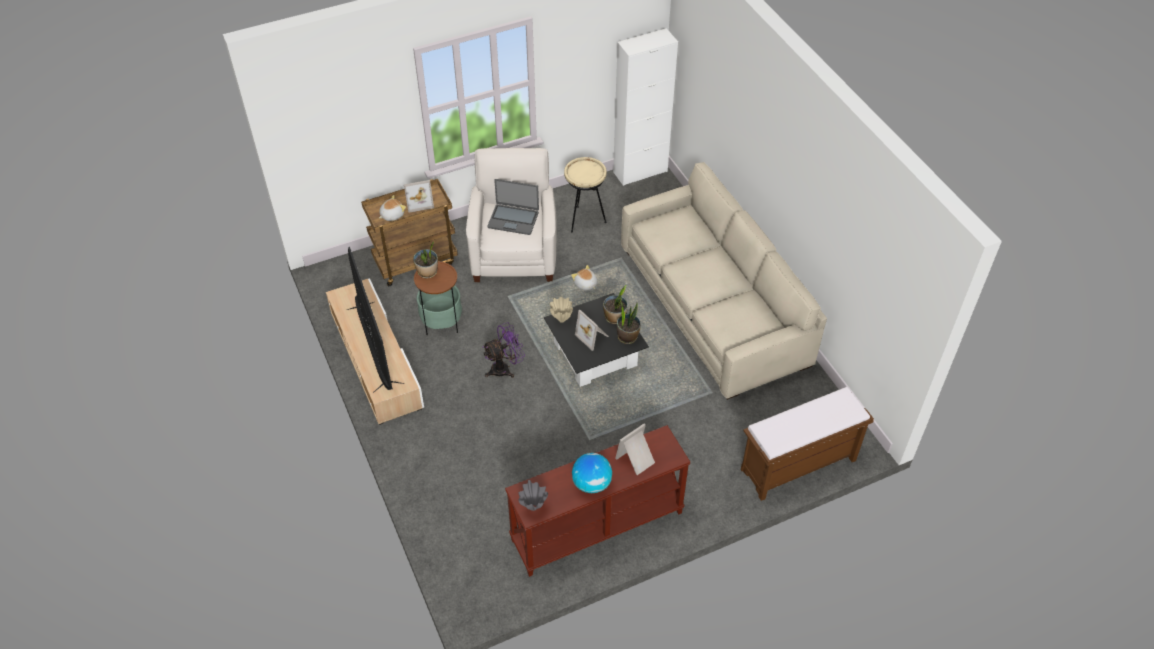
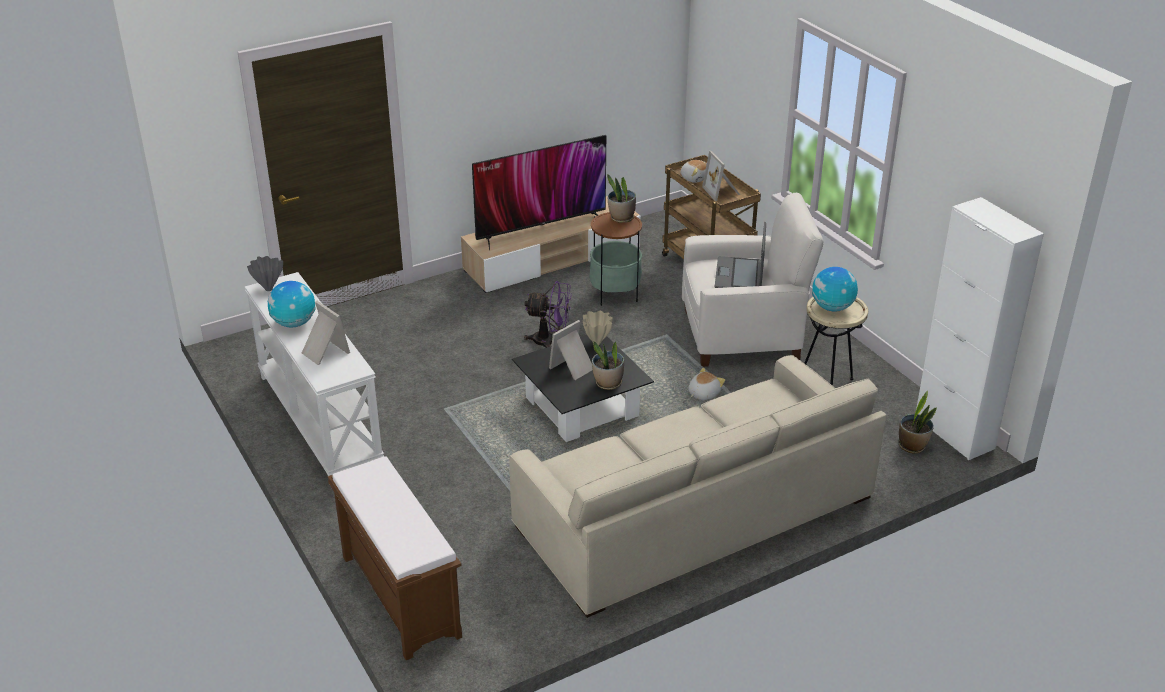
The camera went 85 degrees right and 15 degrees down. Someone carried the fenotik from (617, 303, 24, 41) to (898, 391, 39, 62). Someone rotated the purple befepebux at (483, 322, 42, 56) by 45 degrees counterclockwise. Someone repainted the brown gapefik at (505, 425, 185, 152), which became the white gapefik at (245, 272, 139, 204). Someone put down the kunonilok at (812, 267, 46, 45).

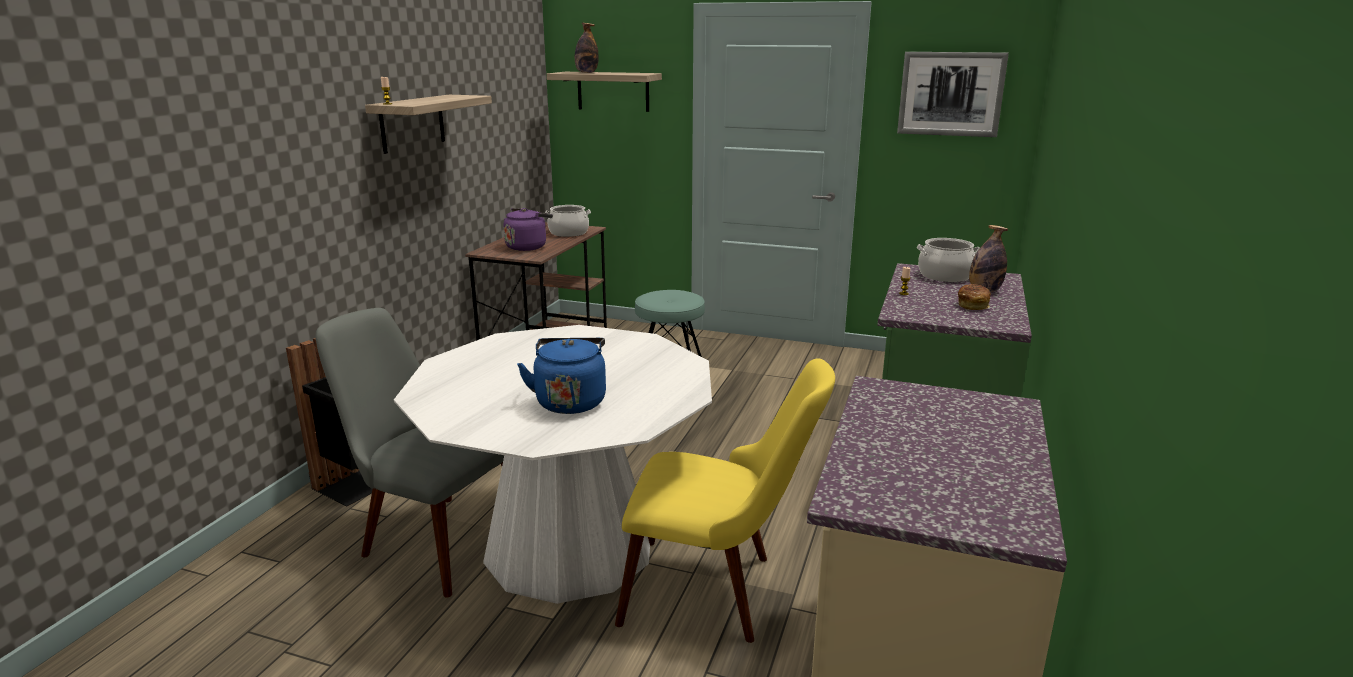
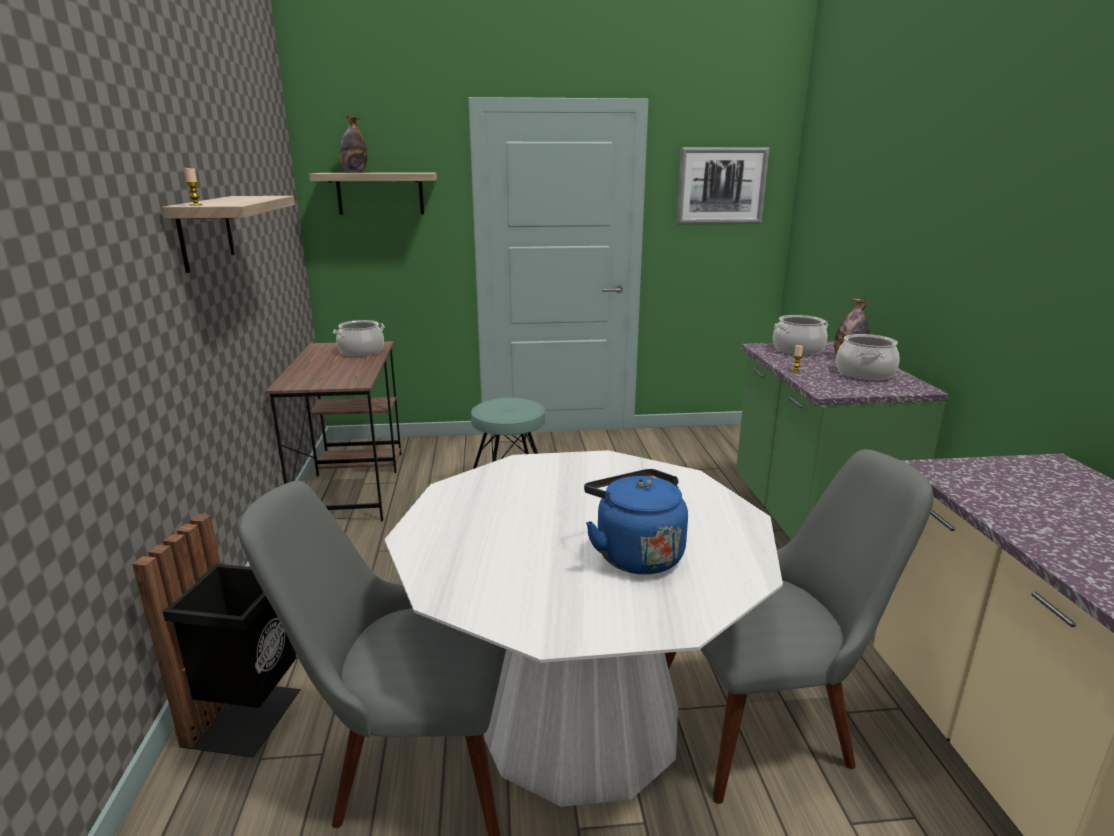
The camera went 25 degrees left and 0 degrees up. Someone took away the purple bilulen at (504, 208, 49, 43). Someone swapped the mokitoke at (958, 284, 33, 26) for the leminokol at (836, 334, 63, 47). Someone repainted the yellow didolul at (615, 358, 220, 285), which became the grey didolul at (665, 449, 269, 355).

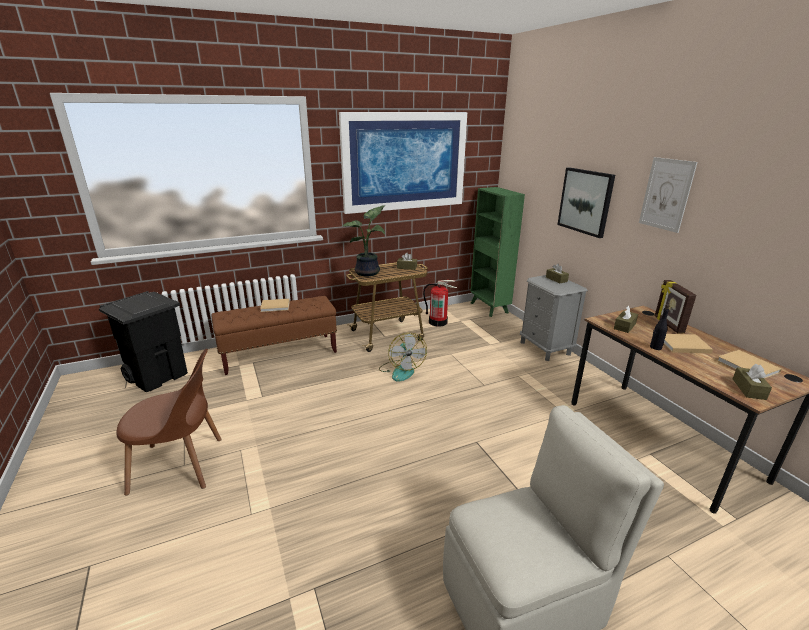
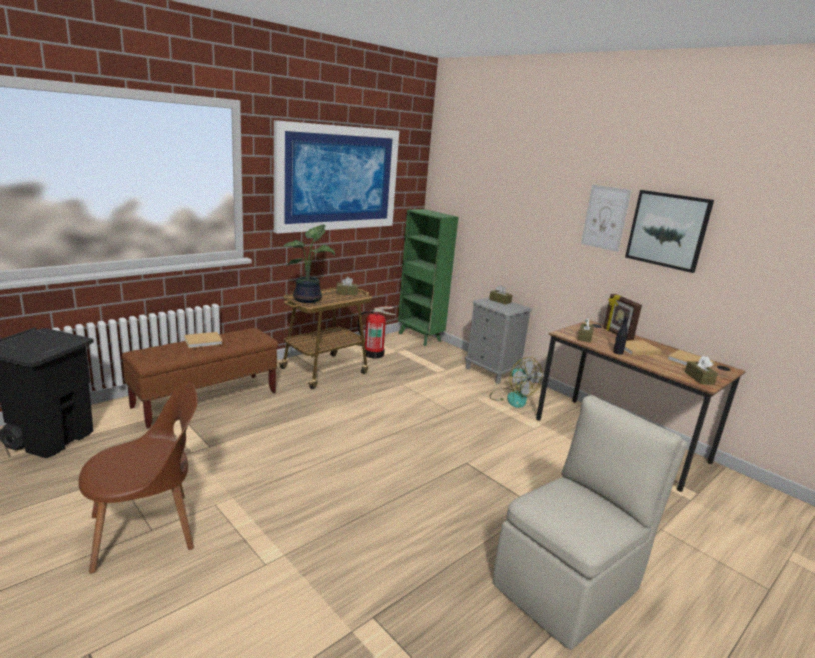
The camera went 20 degrees left and 5 degrees down. Someone carried the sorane from (557, 167, 58, 71) to (625, 190, 89, 83). Someone carried the befepebux from (379, 333, 48, 49) to (490, 357, 53, 51).

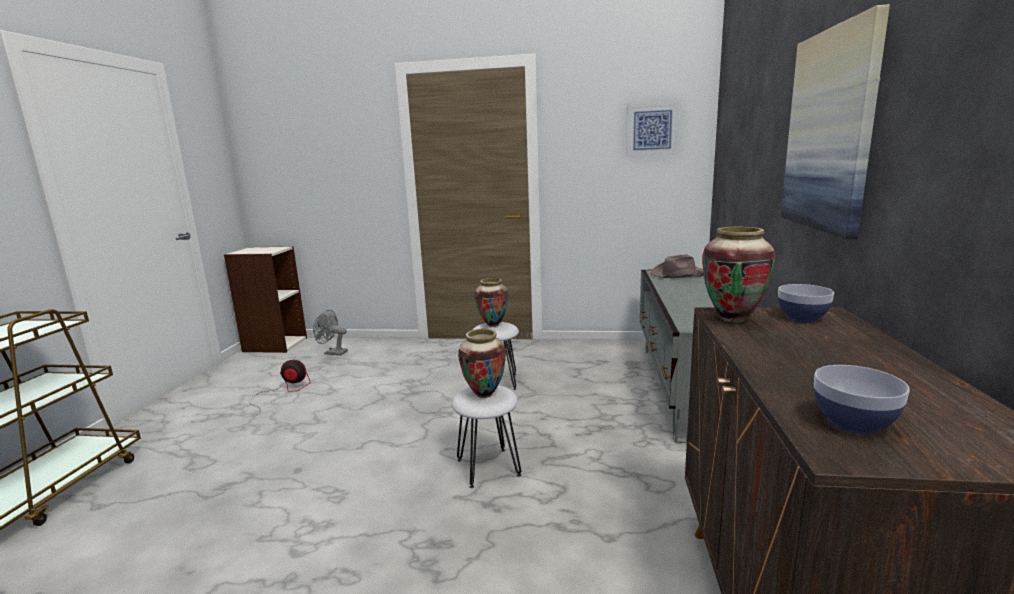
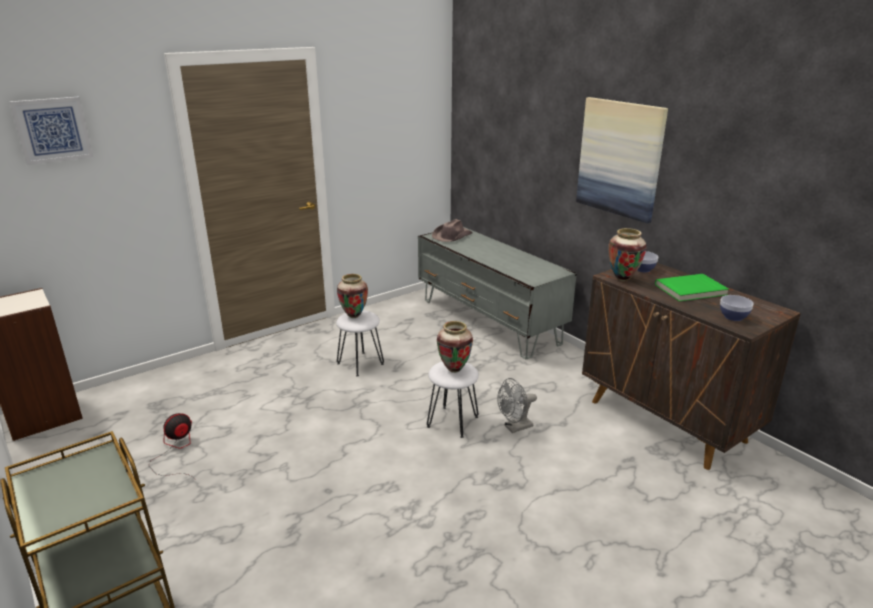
The camera went 45 degrees left and 10 degrees up. Someone carried the sorane from (626, 102, 54, 55) to (9, 97, 84, 68). Someone carried the grey befepebux from (313, 310, 35, 46) to (497, 378, 40, 55). Someone put down the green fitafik at (655, 274, 74, 27).

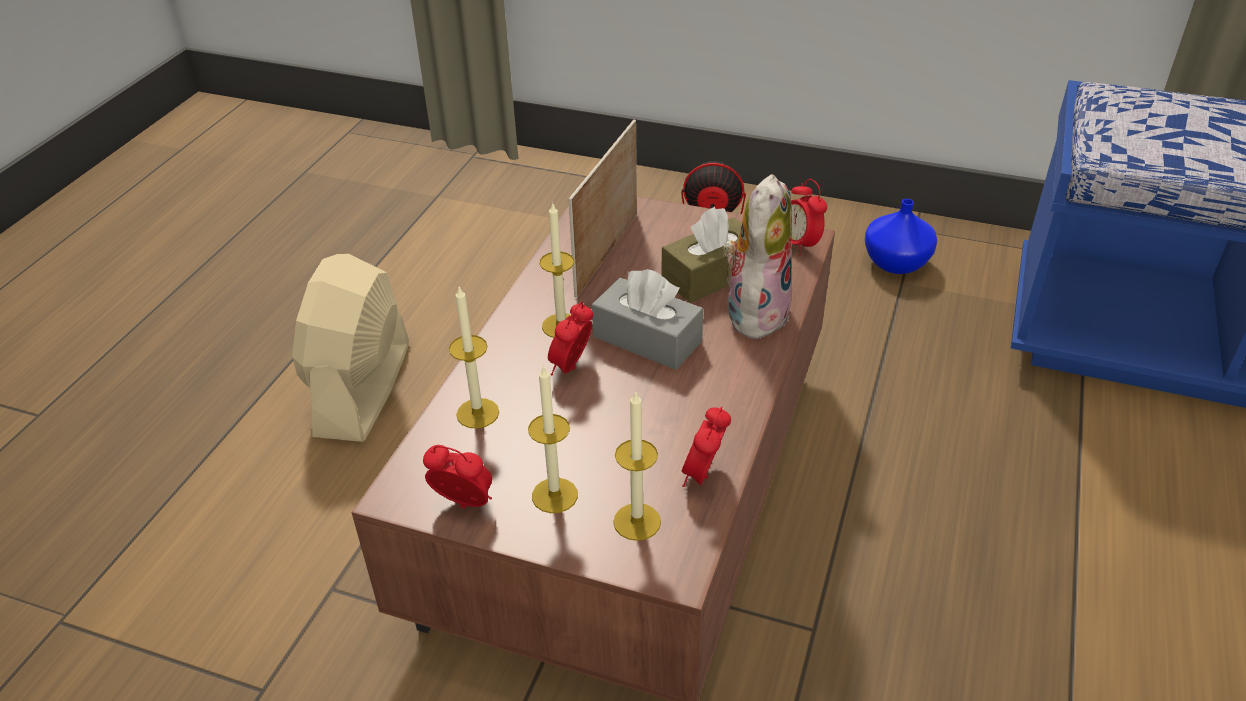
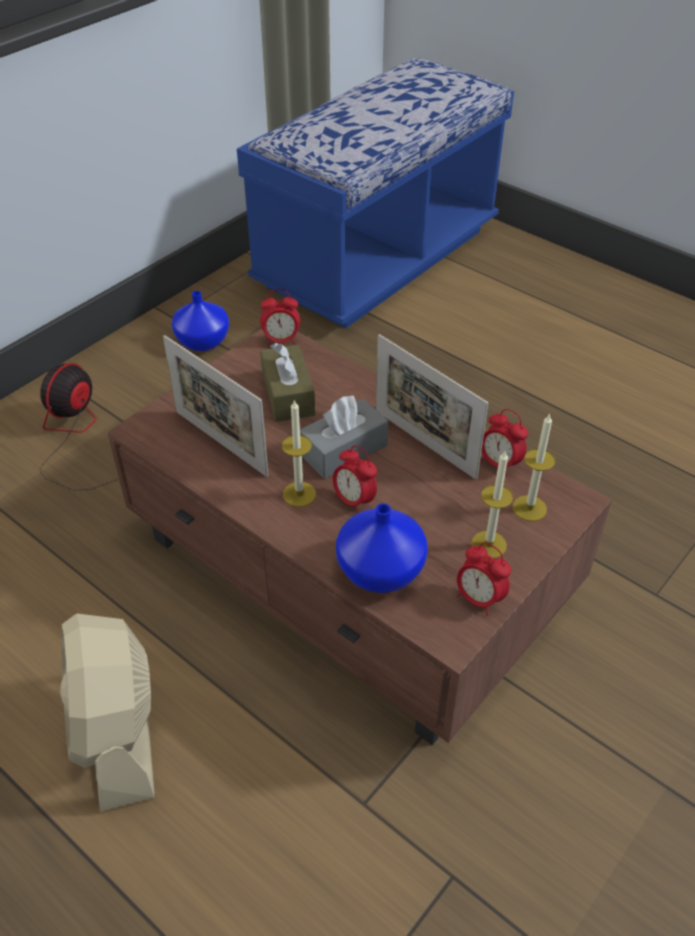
The camera went 70 degrees left and 5 degrees up. Someone took away the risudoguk at (723, 174, 69, 166). Someone rotated the beige befepebux at (292, 254, 117, 188) by 45 degrees clockwise. Someone swapped the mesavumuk at (449, 287, 50, 142) for the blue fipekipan at (336, 503, 92, 90). Someone rotated the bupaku at (423, 445, 69, 64) by 90 degrees counterclockwise. Someone put down the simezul at (376, 334, 112, 146).

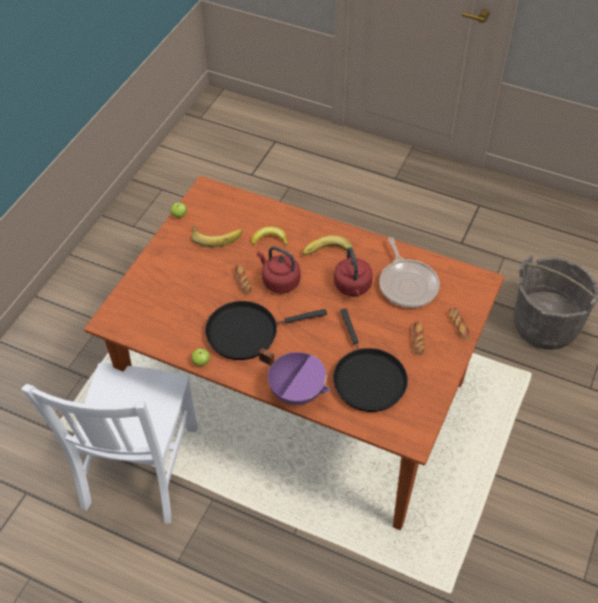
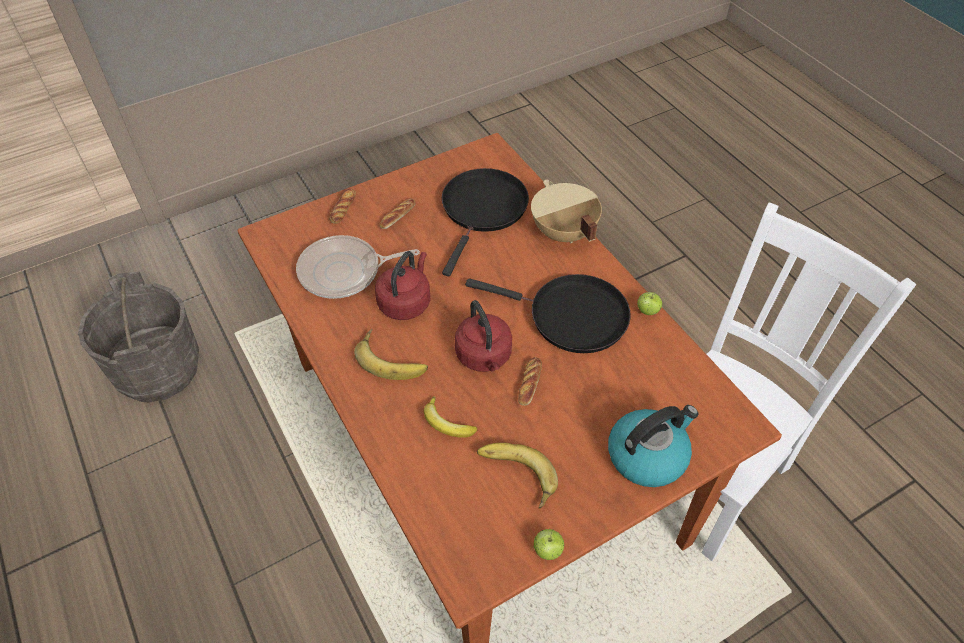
The camera went 145 degrees left and 0 degrees up. Someone rotated the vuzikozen at (379, 237, 61, 71) by 120 degrees counterclockwise. Someone repainted the purple leminokol at (259, 348, 71, 57), which became the beige leminokol at (531, 180, 71, 63). Someone put down the bilulen at (608, 405, 91, 82).

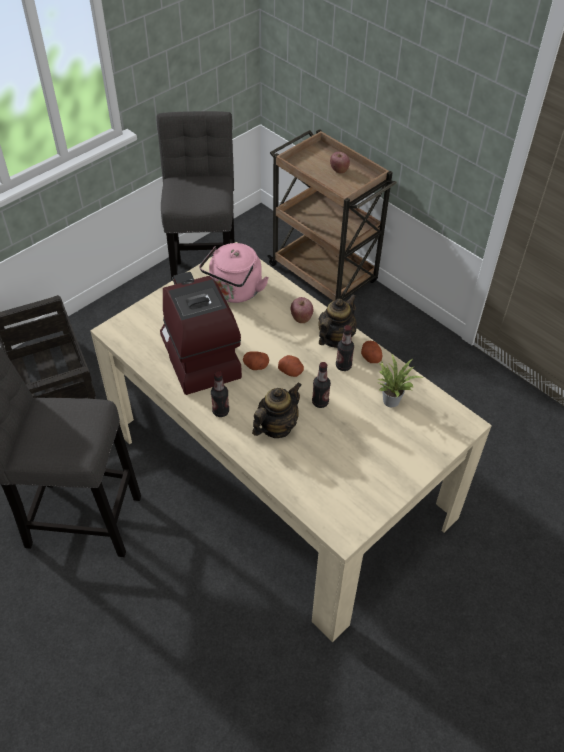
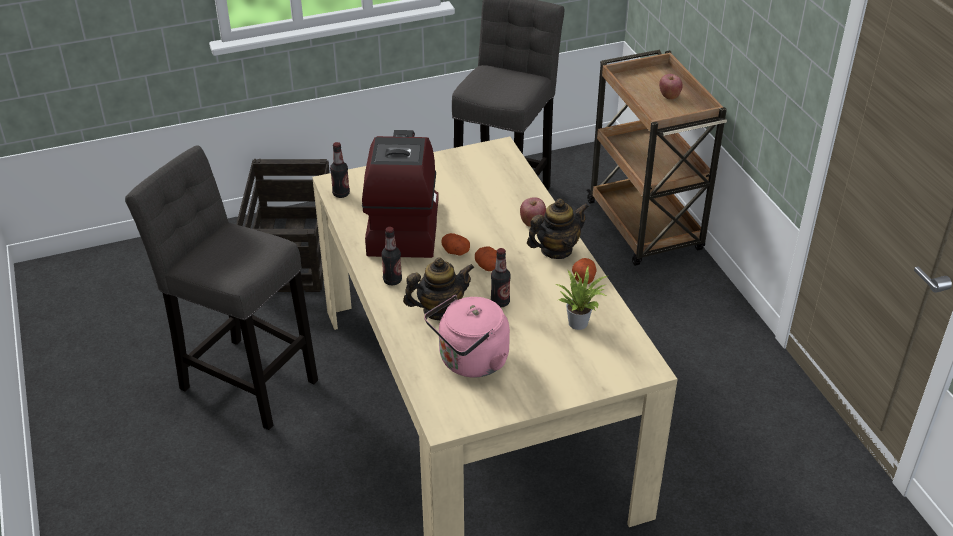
The camera went 25 degrees right and 10 degrees down. Someone carried the pink bilulen from (199, 243, 70, 60) to (424, 295, 86, 82). Someone carried the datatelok from (336, 325, 18, 46) to (330, 142, 20, 56).

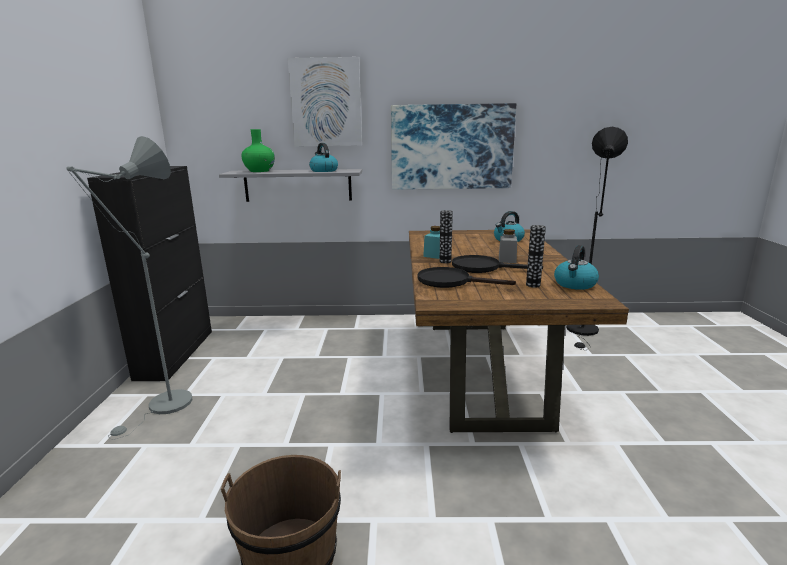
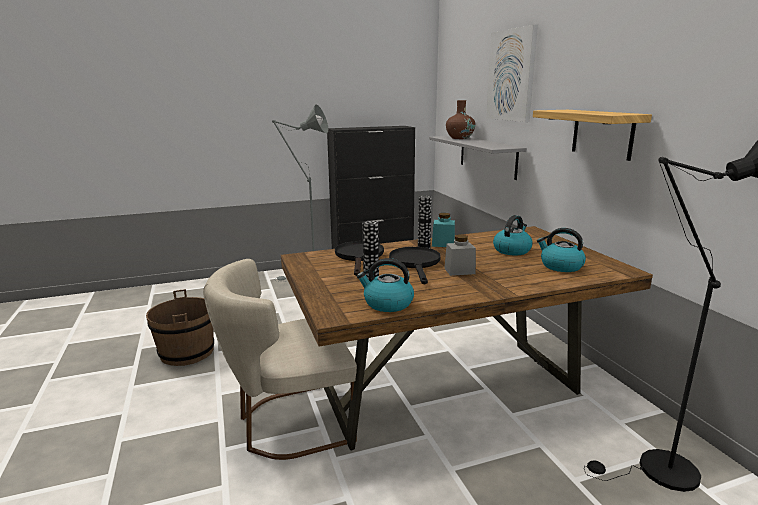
The camera went 70 degrees right and 0 degrees up. Someone swapped the sorane at (391, 103, 125, 87) for the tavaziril at (533, 110, 119, 51). Someone repainted the green fipekipan at (242, 129, 33, 43), which became the brown fipekipan at (446, 100, 29, 39). Someone carried the bilulen from (309, 143, 29, 29) to (493, 215, 40, 40). Someone put down the beige didolul at (203, 259, 154, 201).

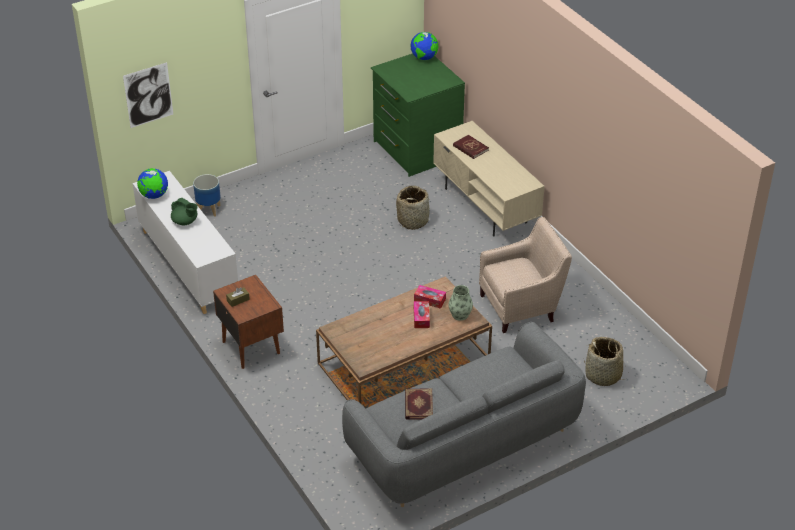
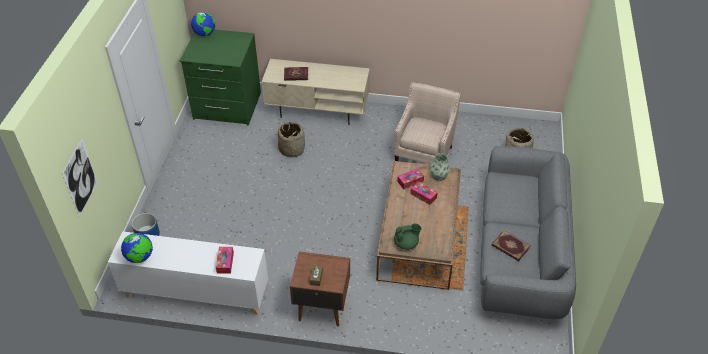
The camera went 50 degrees left and 5 degrees up. Someone carried the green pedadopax from (171, 198, 27, 27) to (394, 223, 27, 27). Someone put down the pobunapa at (216, 247, 18, 27).

